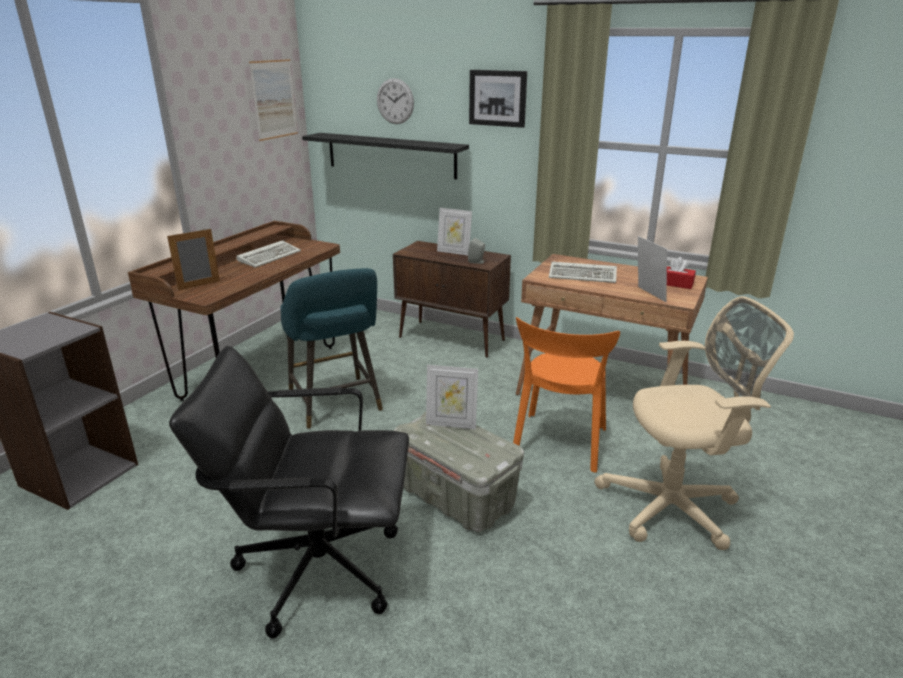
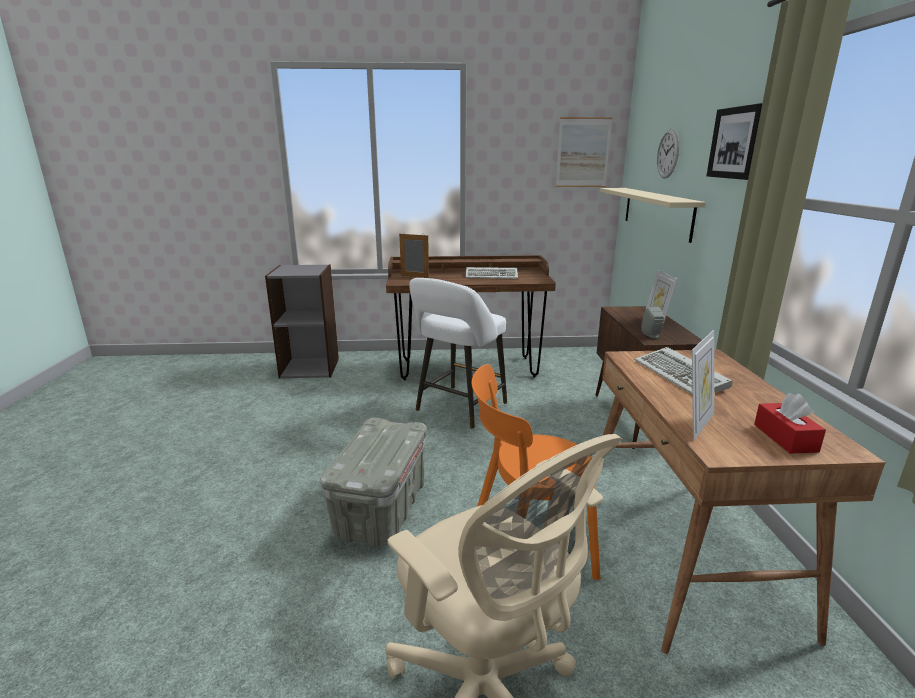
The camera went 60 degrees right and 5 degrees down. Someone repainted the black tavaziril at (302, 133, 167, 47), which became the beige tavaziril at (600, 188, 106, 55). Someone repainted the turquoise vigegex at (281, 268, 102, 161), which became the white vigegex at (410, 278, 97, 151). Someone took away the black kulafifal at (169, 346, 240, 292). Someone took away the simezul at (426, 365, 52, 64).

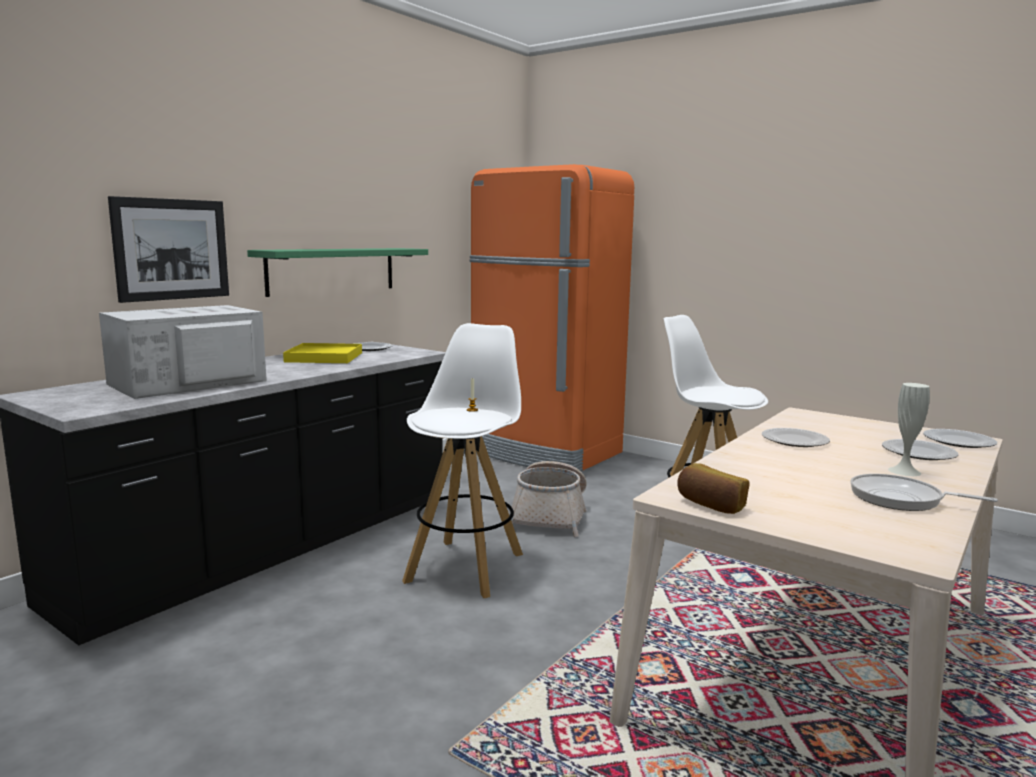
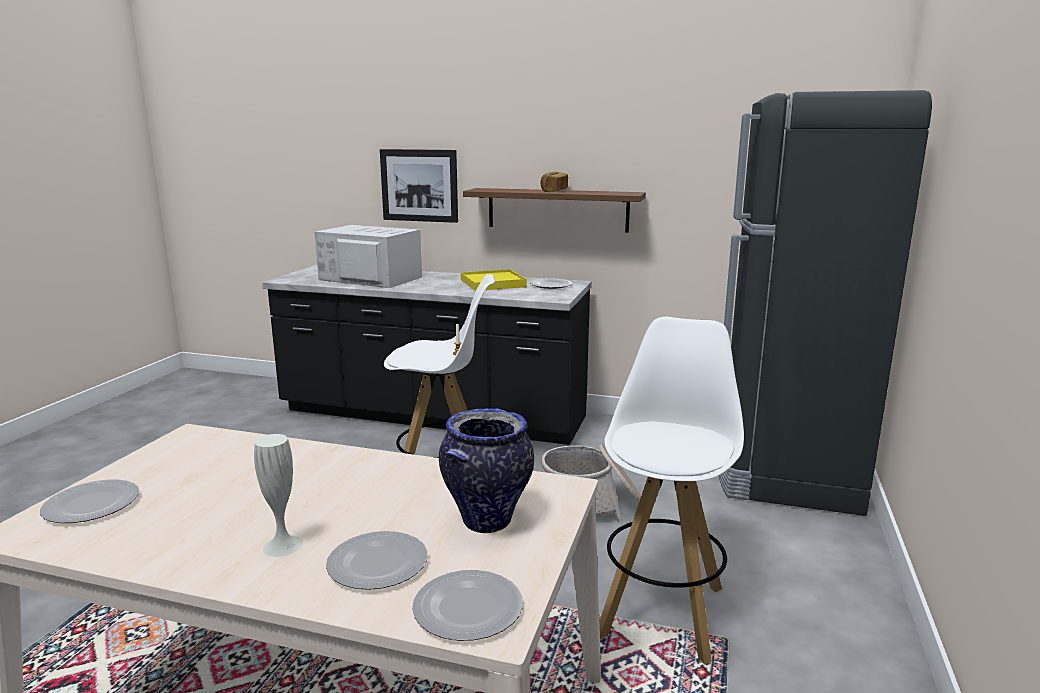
The camera went 70 degrees right and 5 degrees up. Someone repainted the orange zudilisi at (470, 164, 164, 307), which became the black zudilisi at (719, 90, 213, 426). Someone repainted the green tavaziril at (247, 248, 181, 49), which became the brown tavaziril at (463, 188, 183, 45). Someone carried the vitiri from (762, 428, 68, 19) to (40, 479, 99, 44). Someone carried the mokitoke from (677, 463, 73, 51) to (541, 172, 27, 20). Someone took away the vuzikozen at (850, 474, 148, 37). Someone put down the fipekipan at (439, 408, 95, 125).

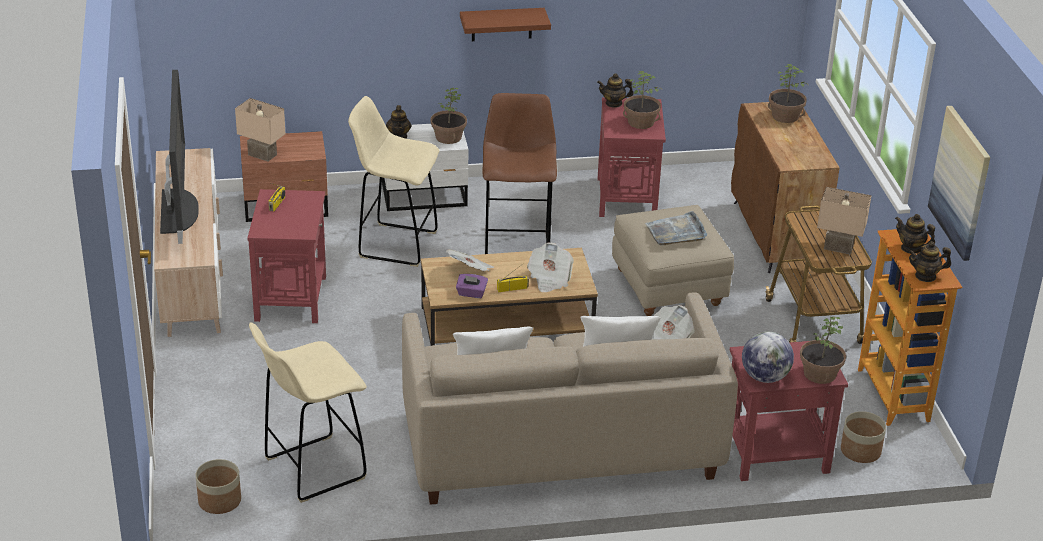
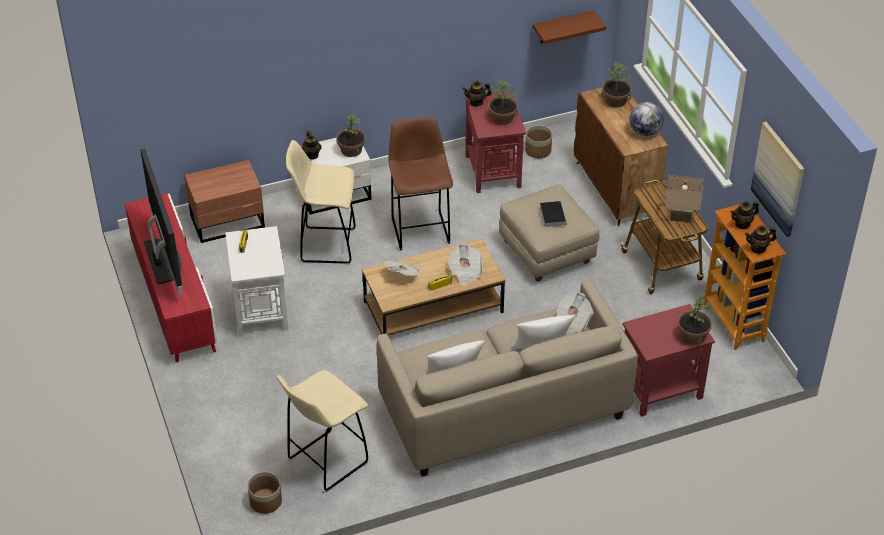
The camera went 10 degrees left and 10 degrees up. Someone carried the brown tavaziril from (460, 8, 91, 33) to (533, 10, 73, 34). Someone took away the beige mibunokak at (235, 98, 50, 64). Someone repainted the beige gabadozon at (154, 148, 69, 189), which became the red gabadozon at (125, 194, 92, 168). Someone repainted the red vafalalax at (247, 189, 79, 134), which became the white vafalalax at (225, 226, 63, 111). Someone swapped the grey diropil at (645, 211, 62, 34) for the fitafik at (540, 201, 27, 26). Someone rotated the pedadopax at (895, 214, 40, 40) by 45 degrees counterclockwise. Someone took away the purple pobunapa at (456, 274, 32, 24). Someone carried the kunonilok from (742, 331, 52, 52) to (629, 102, 35, 34). Someone carried the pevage from (841, 411, 45, 52) to (525, 125, 27, 33).

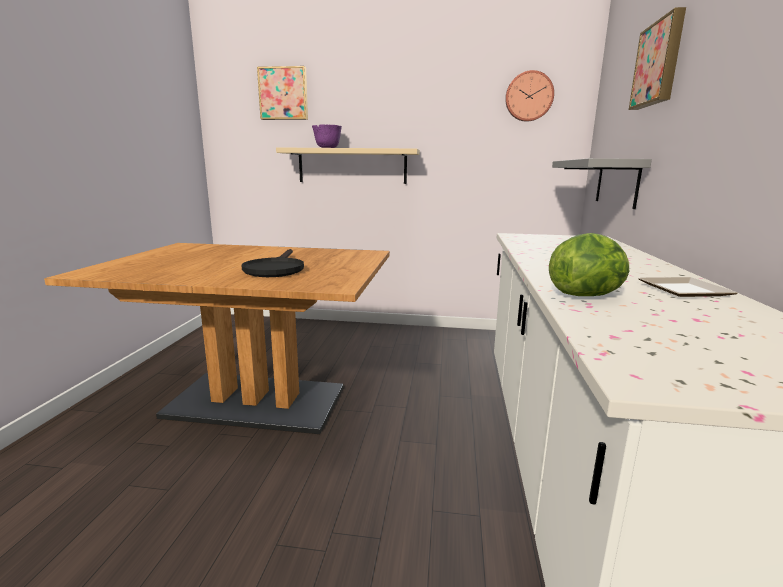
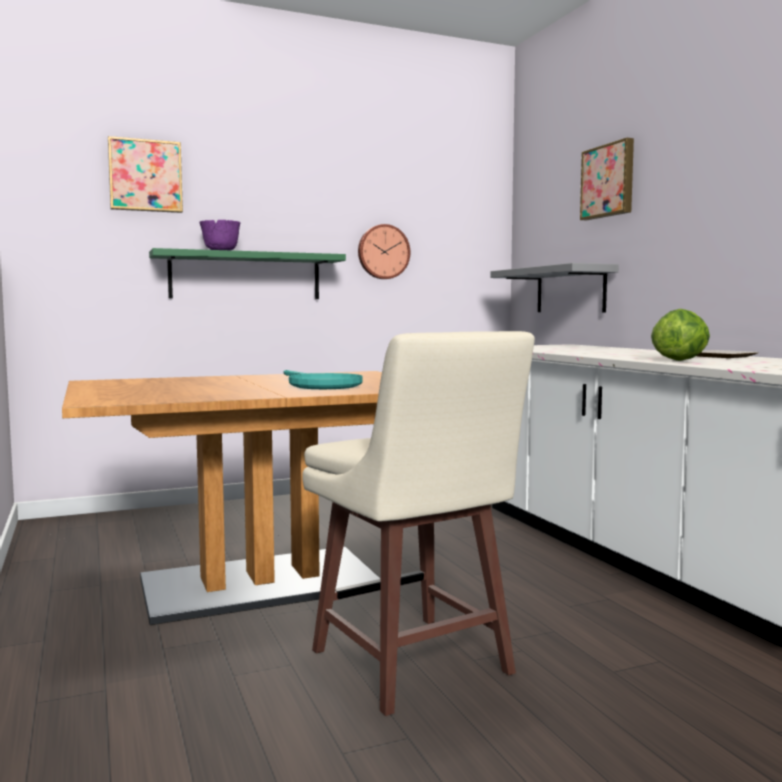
The camera went 30 degrees left and 10 degrees down. Someone carried the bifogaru from (505, 70, 49, 52) to (358, 224, 52, 55). Someone repainted the beige tavaziril at (276, 147, 144, 37), which became the green tavaziril at (149, 248, 197, 51). Someone repainted the black vuzikozen at (241, 249, 63, 28), which became the turquoise vuzikozen at (284, 370, 79, 19). Someone put down the beige vigegex at (302, 331, 233, 385).

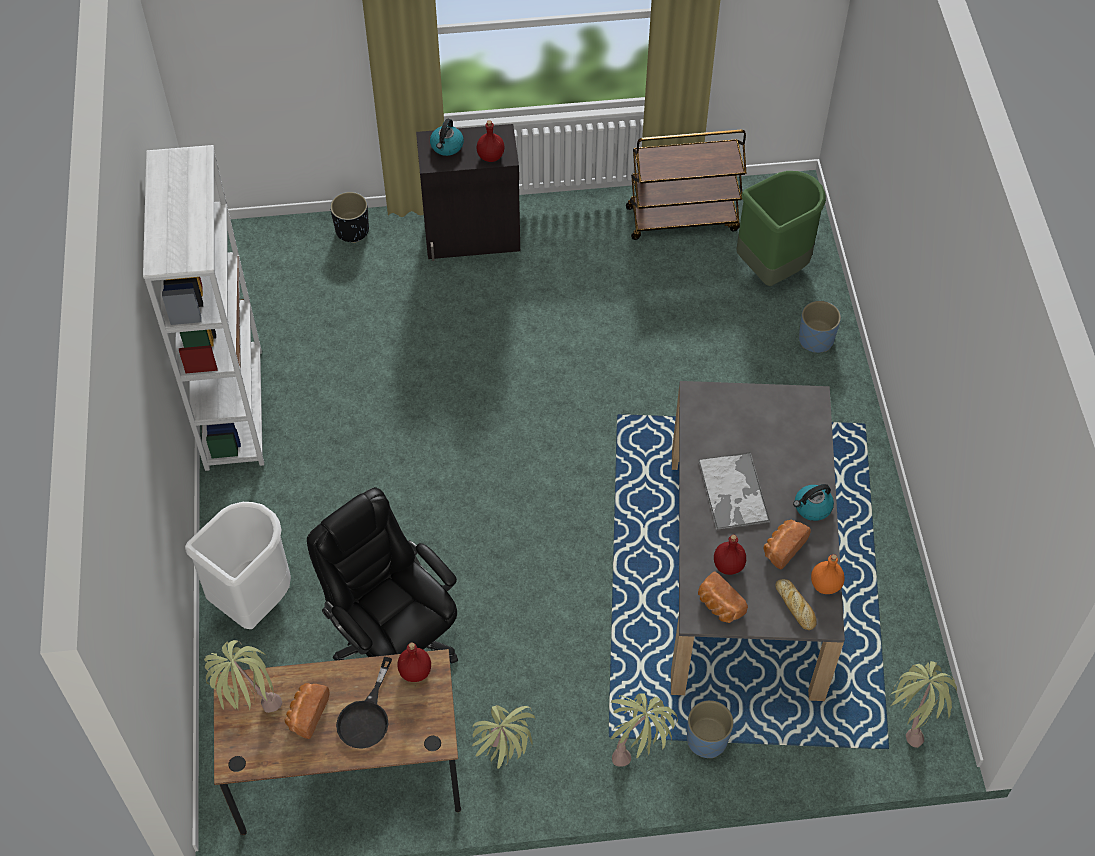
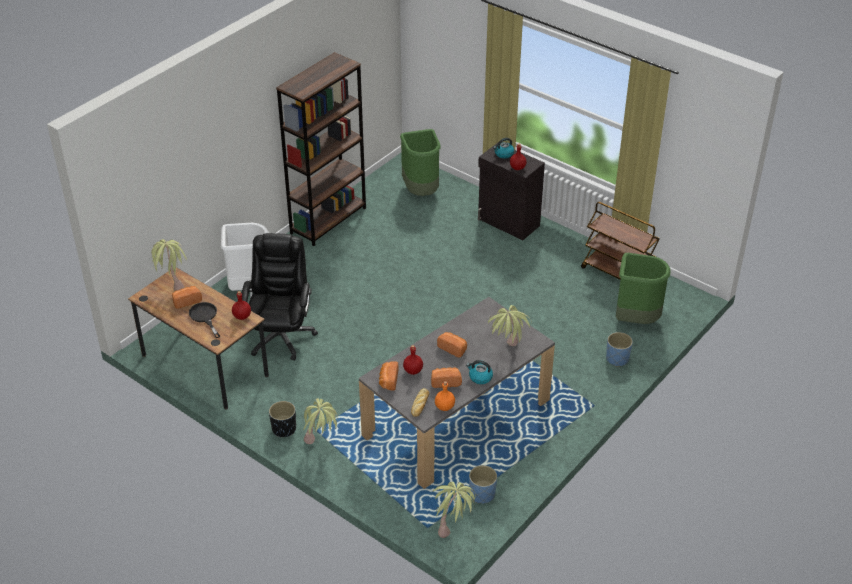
The camera went 45 degrees right and 15 degrees down. Someone repainted the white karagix at (143, 145, 121, 326), which became the brown karagix at (276, 52, 90, 194). Someone carried the black pevage from (330, 192, 39, 51) to (269, 401, 27, 36). Someone swapped the diropil at (698, 452, 72, 78) for the mokitoke at (437, 332, 30, 26). Someone rotated the black vuzikozen at (336, 657, 56, 92) by 90 degrees clockwise. Someone carried the blue pevage from (687, 700, 47, 58) to (469, 465, 28, 38). Someone carried the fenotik from (472, 705, 63, 64) to (488, 305, 44, 41). Someone put down the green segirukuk at (400, 129, 40, 67).

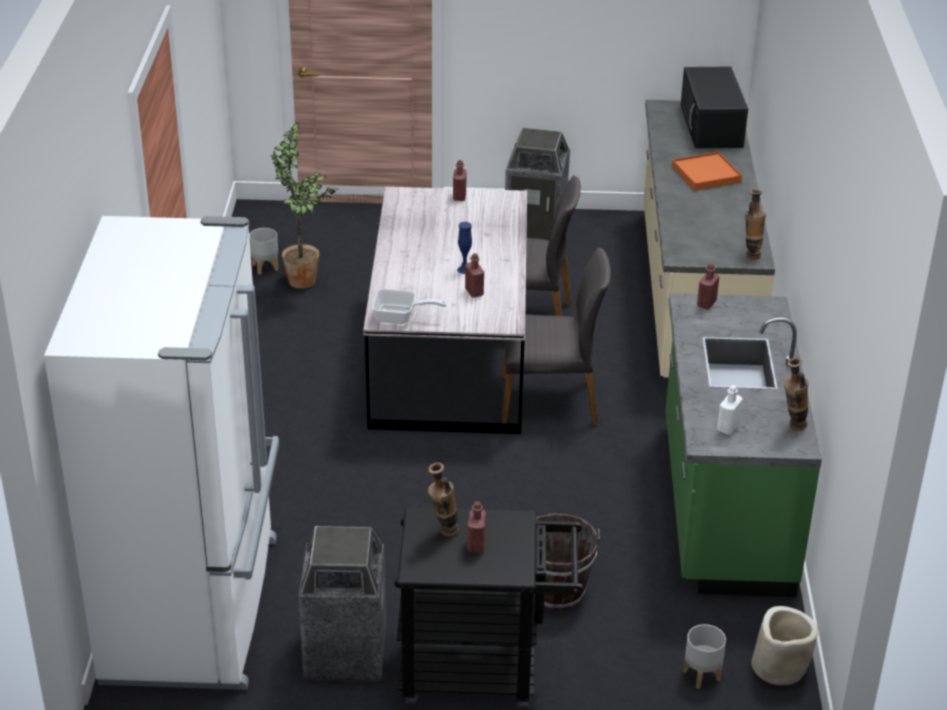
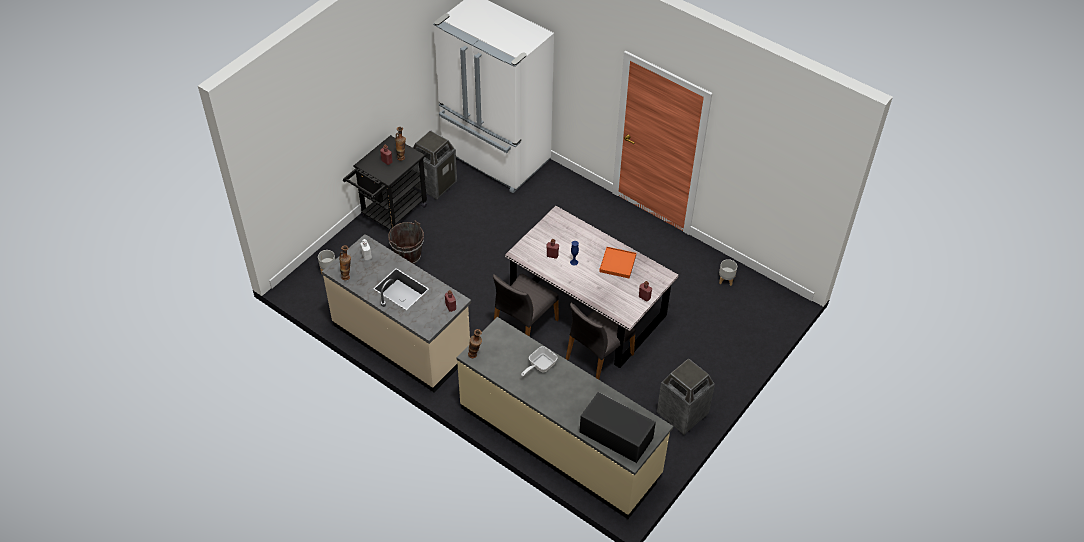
The camera went 125 degrees right and 15 degrees up. Someone took away the fenotik at (271, 122, 67, 167). Someone carried the orange diropil from (672, 152, 70, 39) to (599, 247, 37, 31). Someone carried the vuzikozen from (372, 289, 75, 35) to (521, 346, 37, 30). Someone repainted the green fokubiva at (666, 293, 156, 304), which became the beige fokubiva at (322, 234, 149, 158). Someone took away the beige pevage at (751, 606, 67, 79).

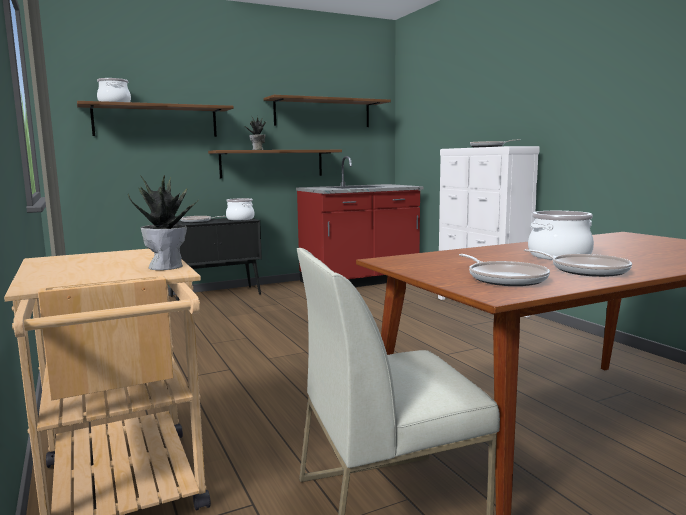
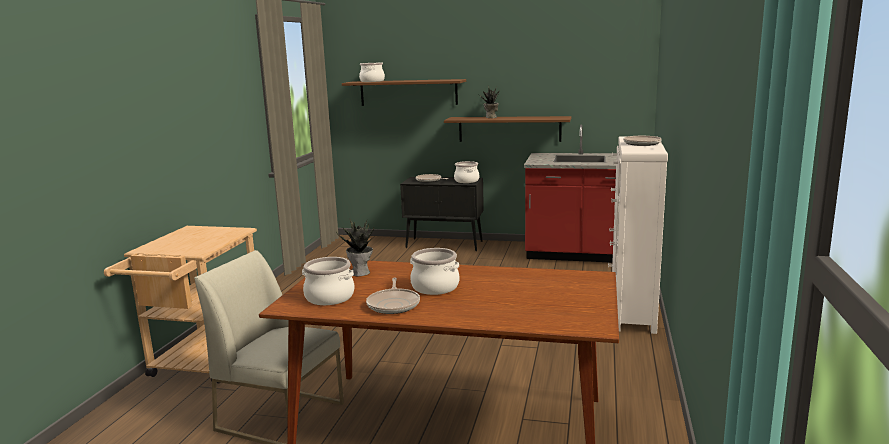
The camera went 40 degrees right and 5 degrees up. Someone took away the brown tavaziril at (264, 95, 127, 32). Someone carried the fenotik from (128, 175, 72, 95) to (336, 218, 38, 58). Someone swapped the vuzikozen at (459, 254, 91, 32) for the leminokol at (302, 257, 52, 48).

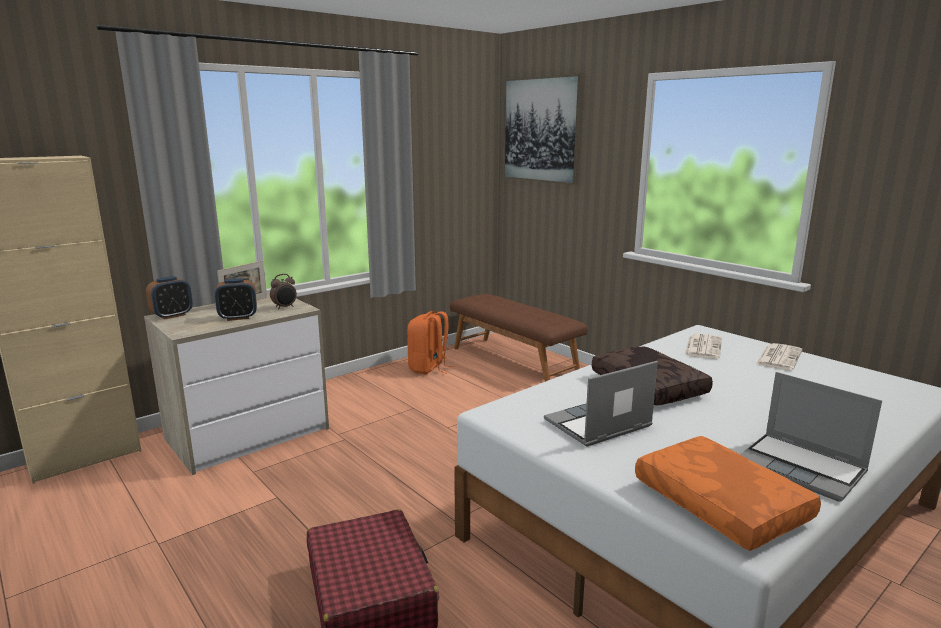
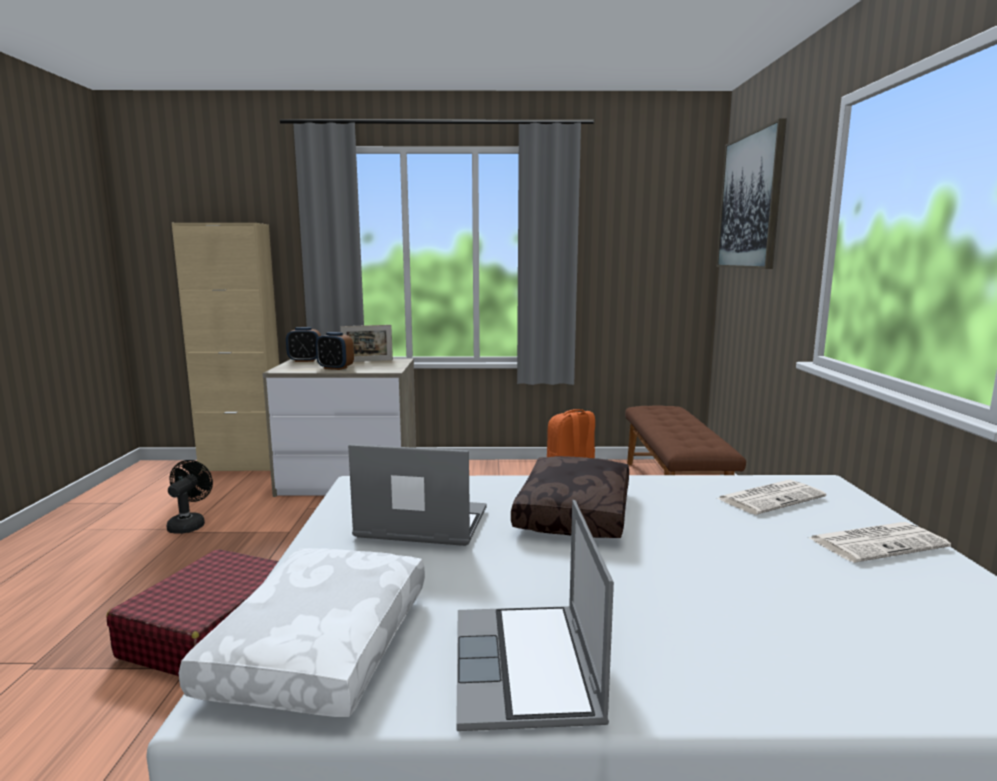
The camera went 40 degrees right and 5 degrees down. Someone took away the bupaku at (270, 274, 27, 35). Someone repainted the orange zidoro at (635, 436, 186, 115), which became the white zidoro at (179, 548, 246, 169). Someone put down the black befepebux at (167, 460, 46, 74).

